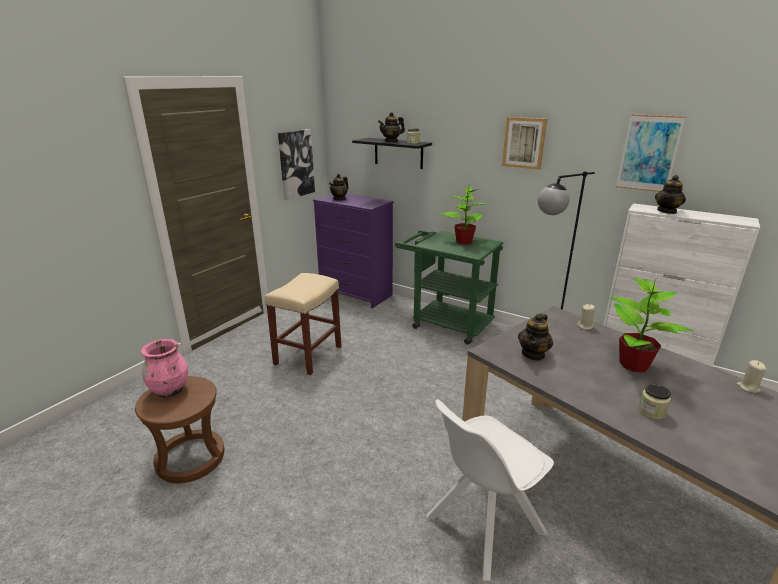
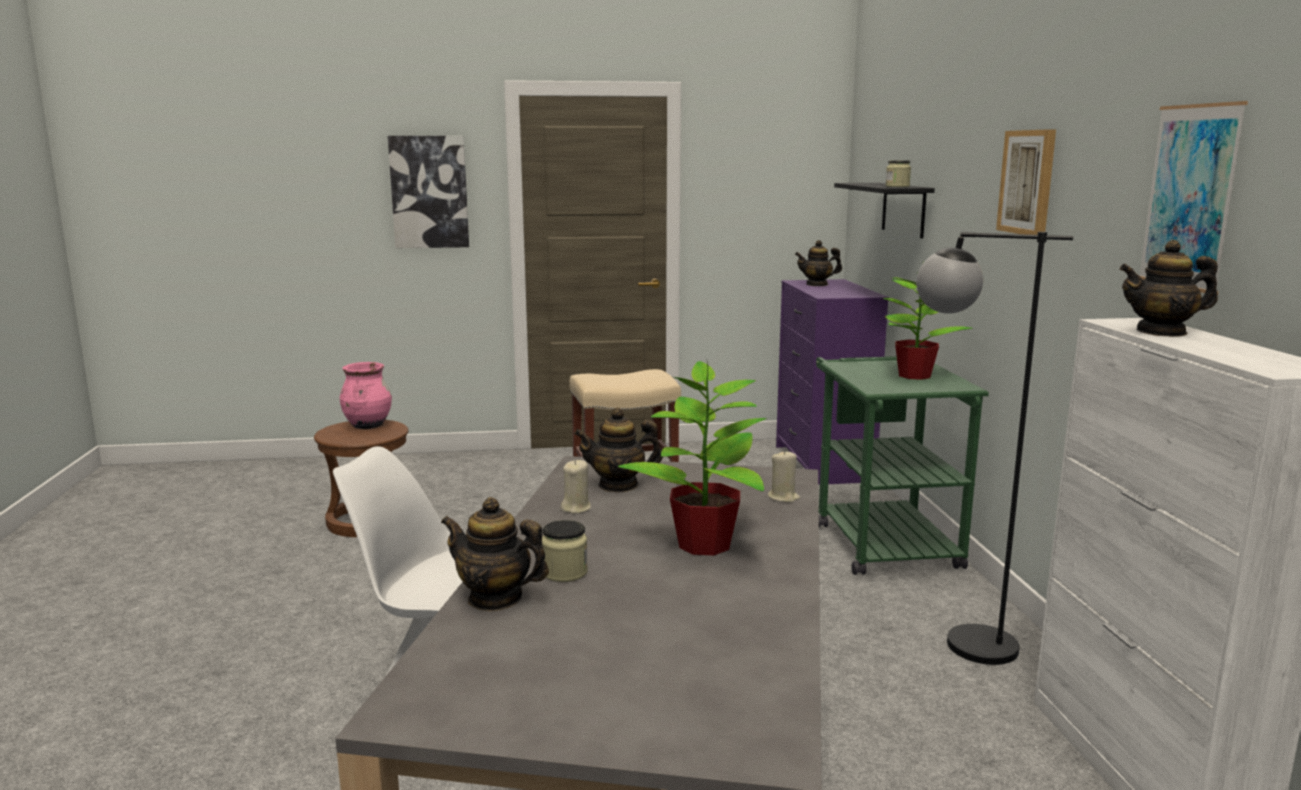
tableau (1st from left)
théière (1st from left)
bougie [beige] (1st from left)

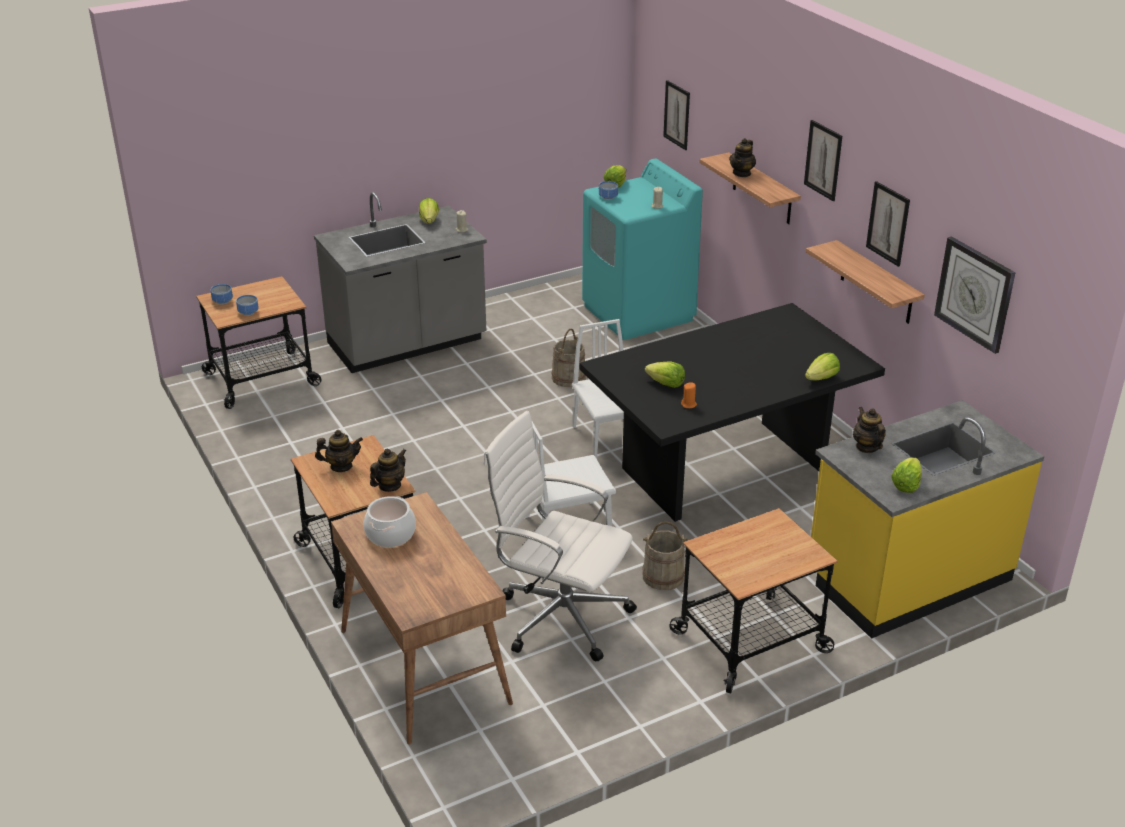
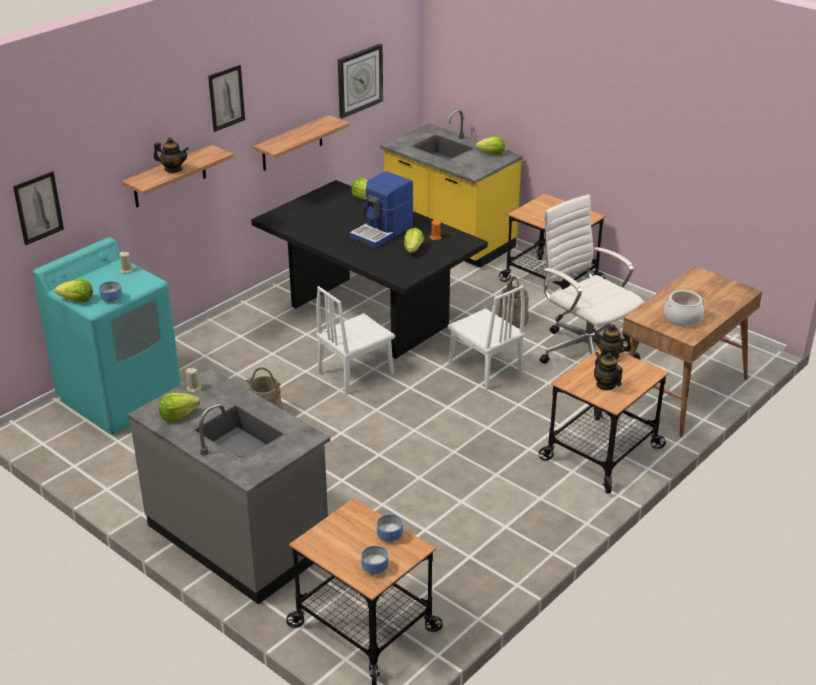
machine à café
chaise de bureau [blanc]
théière (4th from left in the first image)
tableau (3rd from left in the first image)

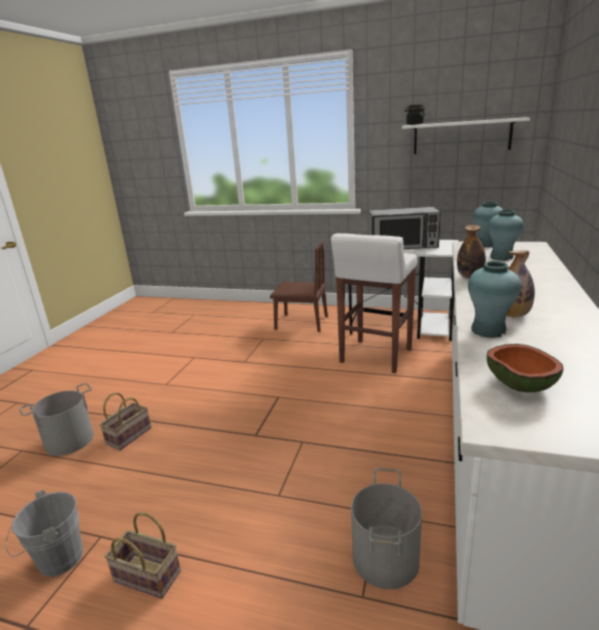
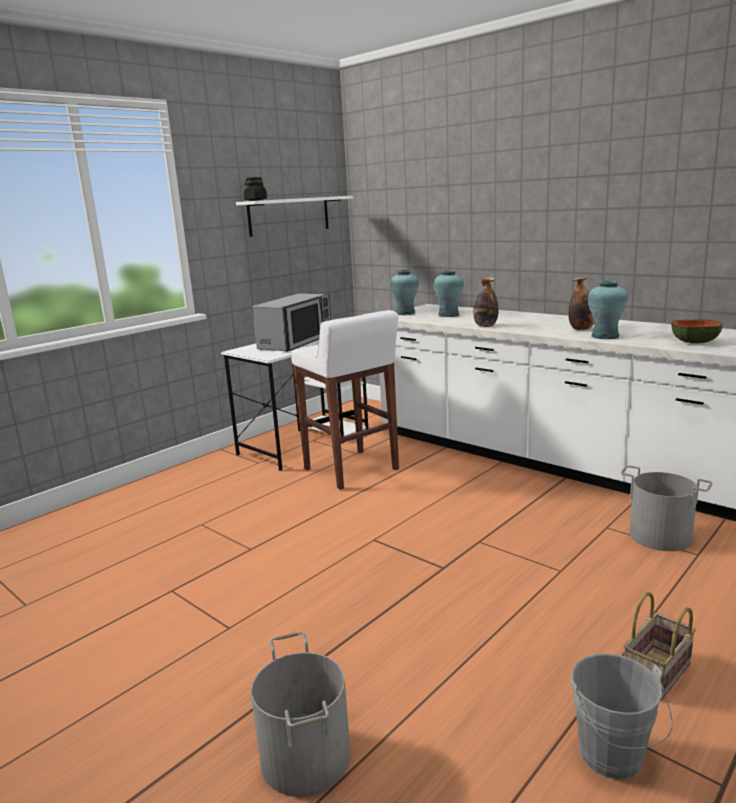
panier (1st from left in the first image)
chaise [marron]

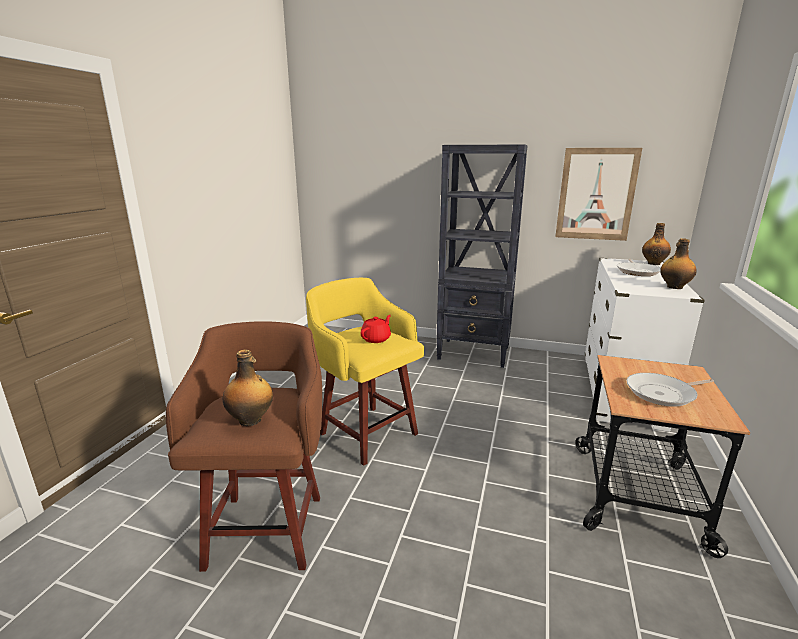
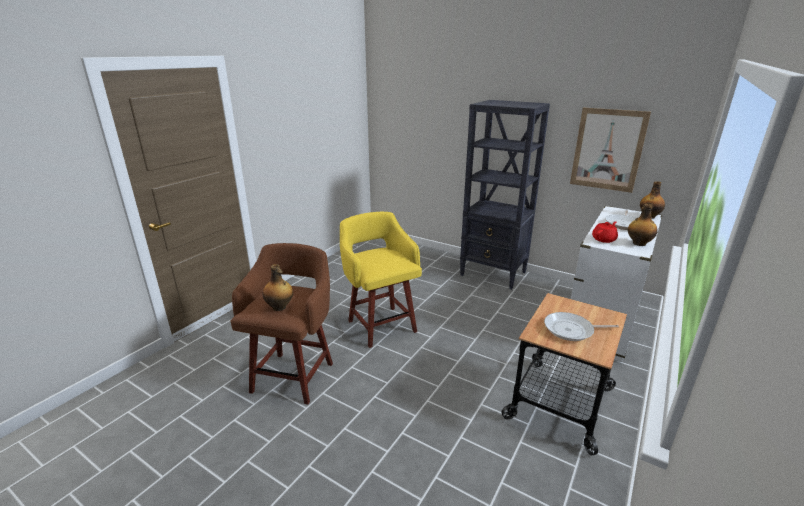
théière [rouge]

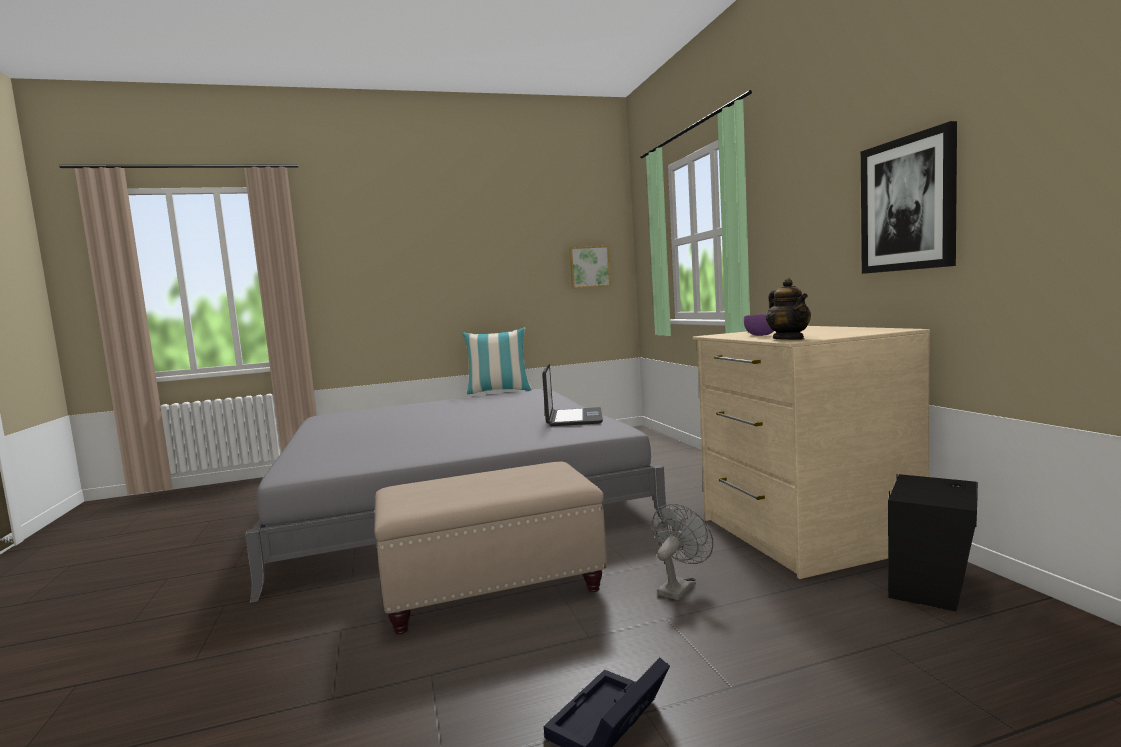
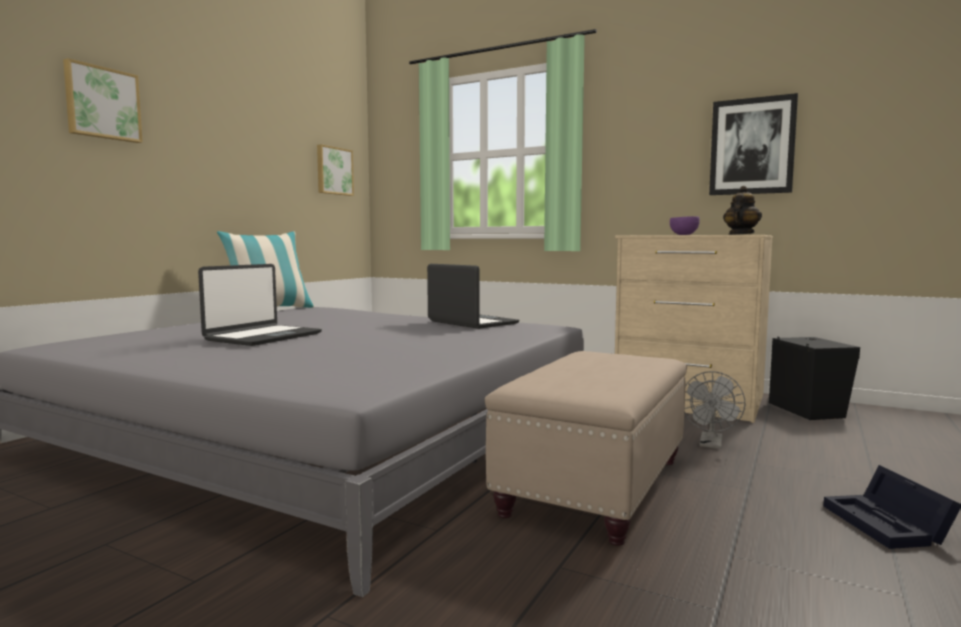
tableau (1st from left)
ordinateur portable (1st from left)
ventilateur [gris]
théière

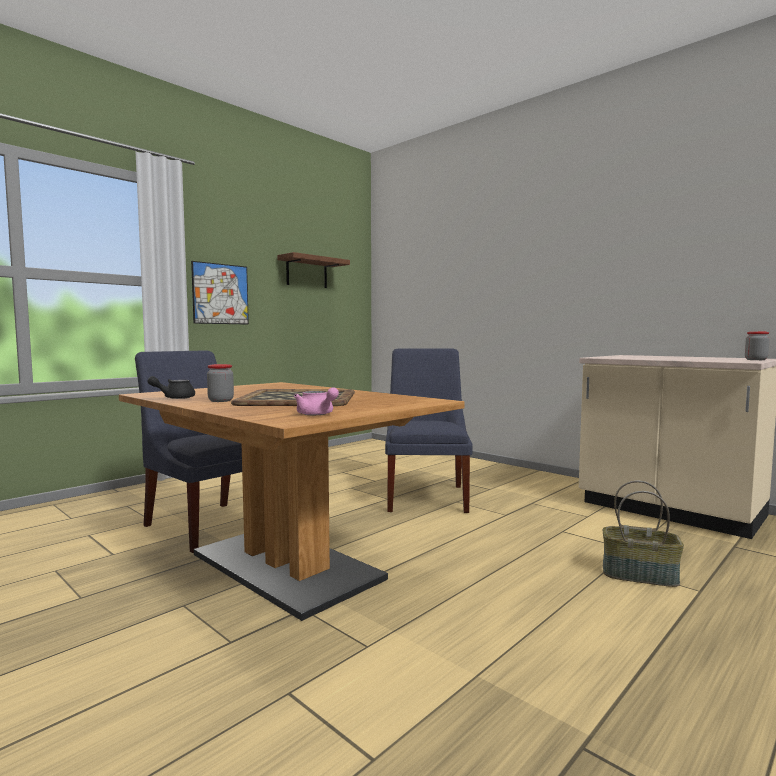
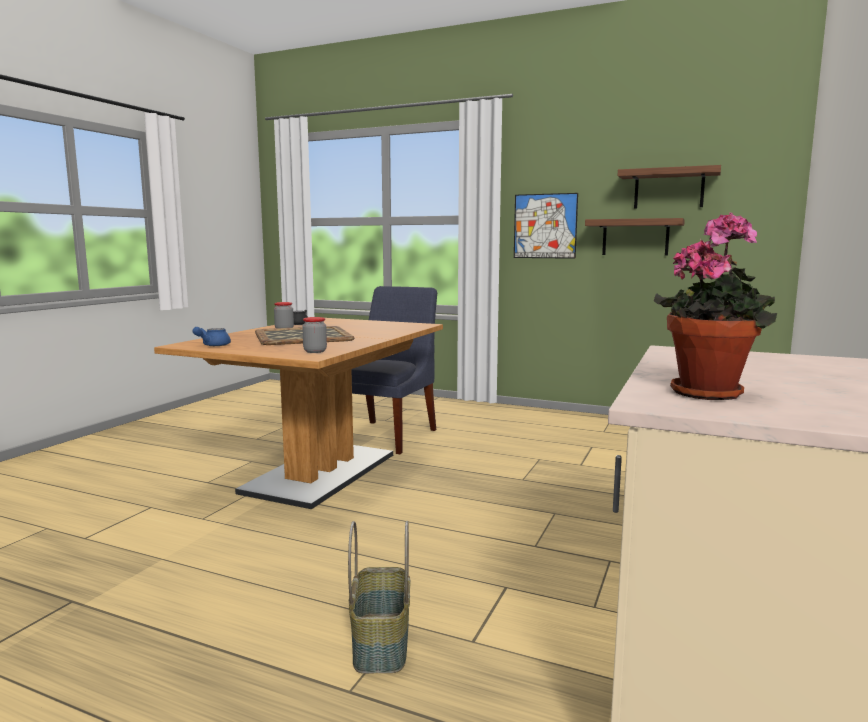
théière [bleu]
bocal (2nd from left)
étagère (1st from left)
plante en pot
chaise [bleu] (2nd from left in the first image)

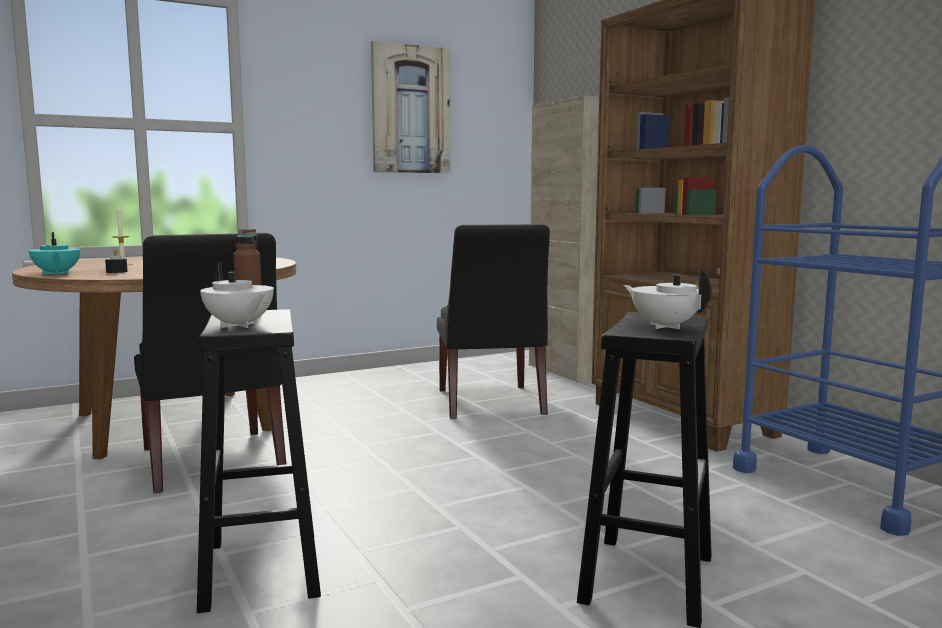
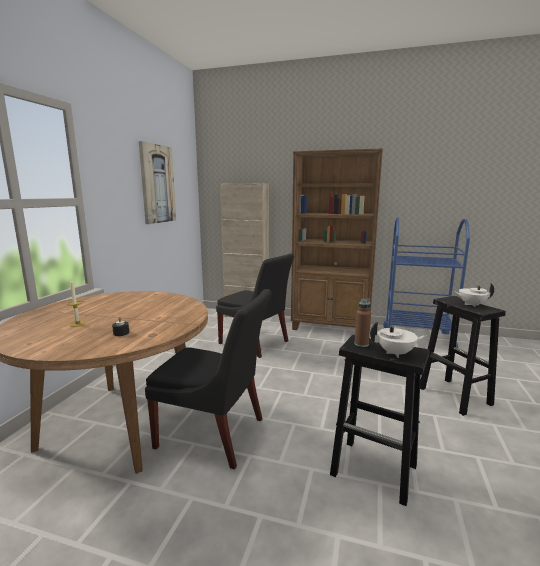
théière [turquoise]

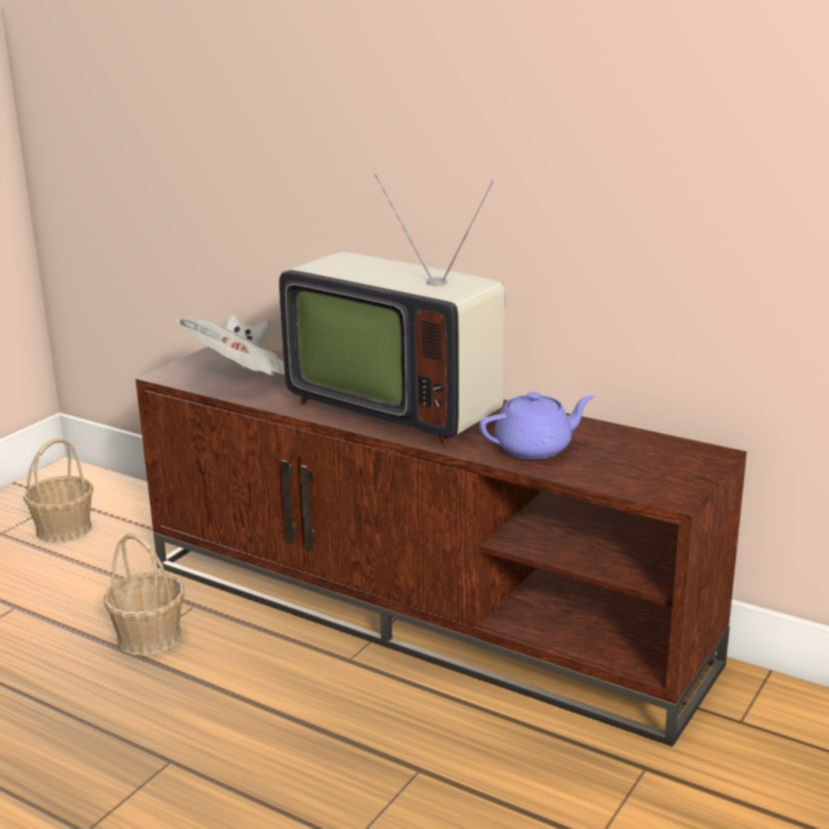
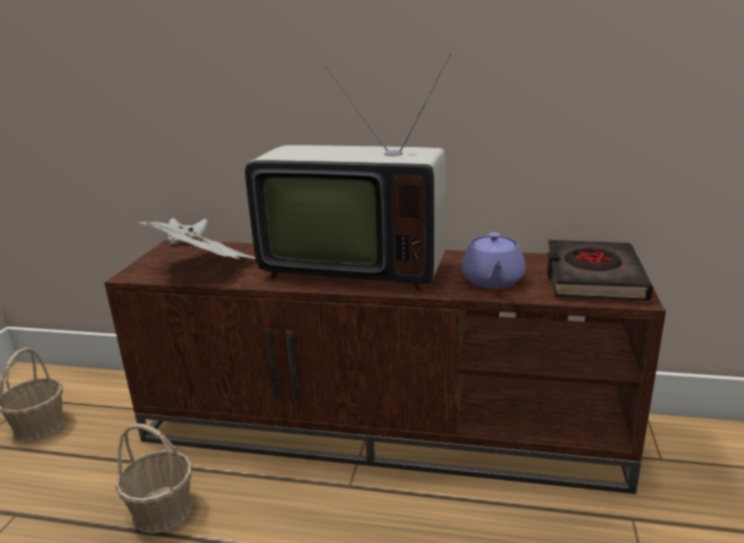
théière [violet]
livre [noir]

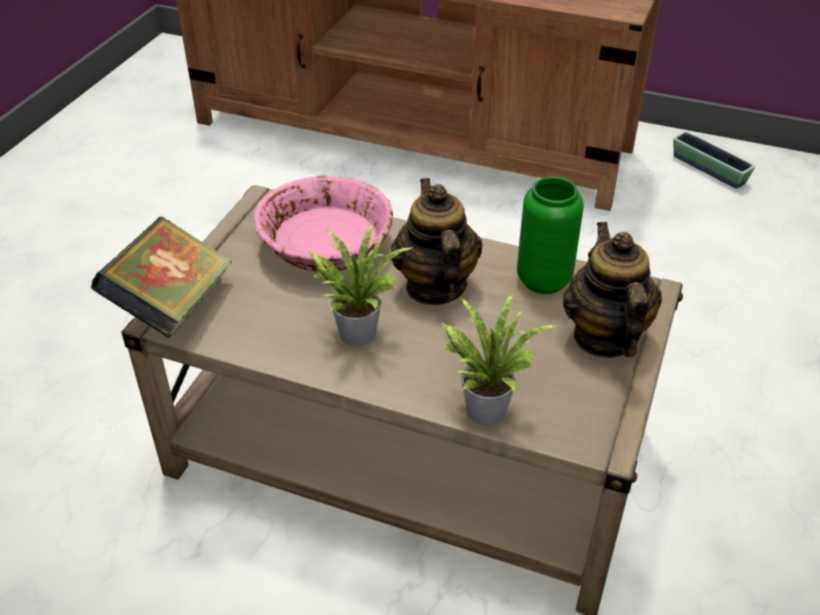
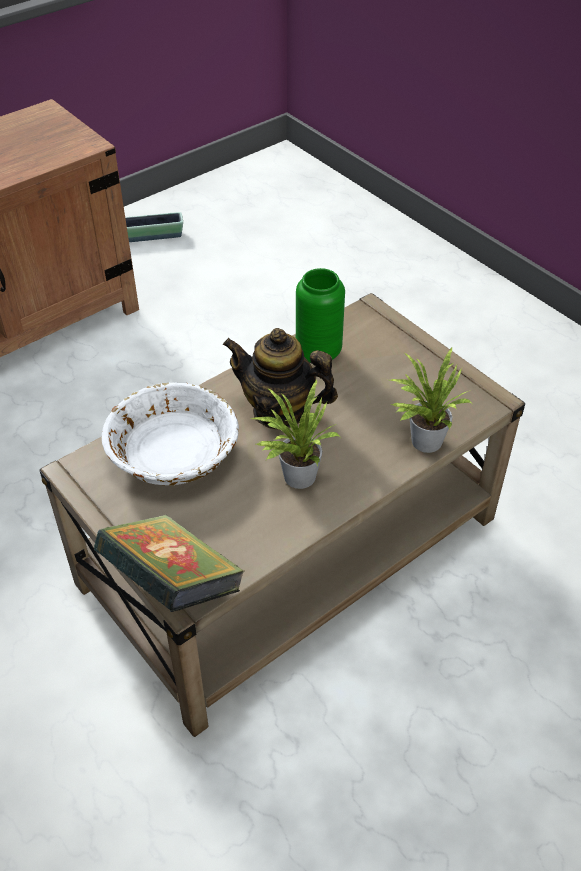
bol [blanc]
théière (2nd from left in the first image)

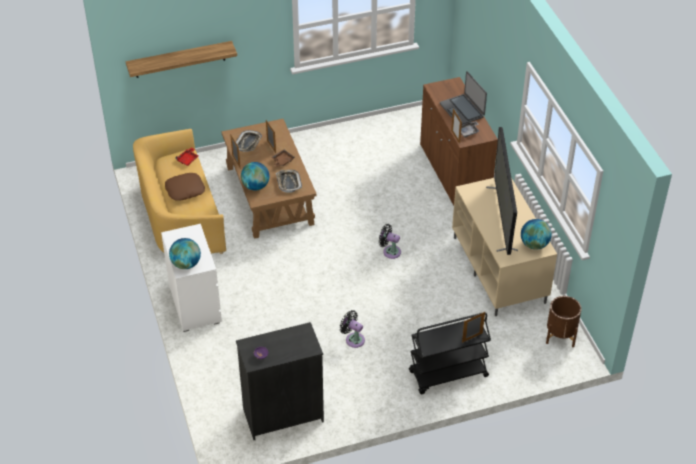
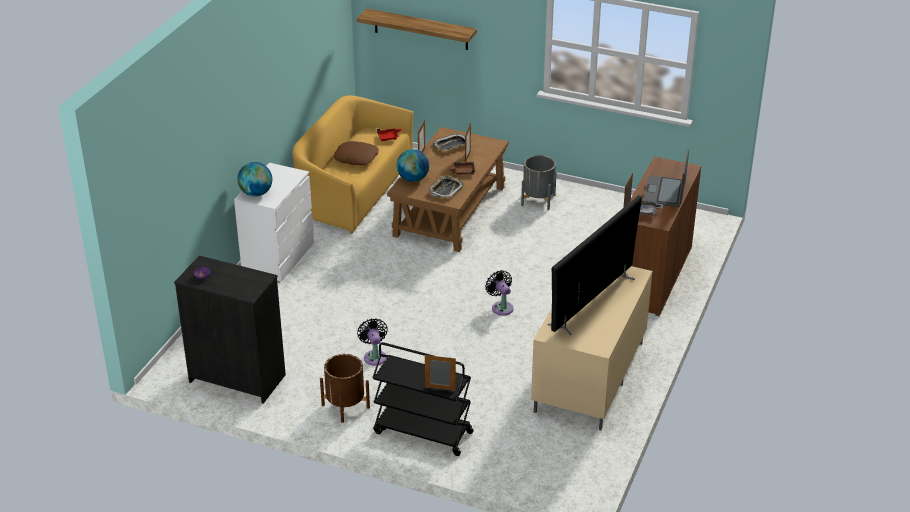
cache-pot [marron]
cache-pot [gris]
globe (3rd from left in the first image)

